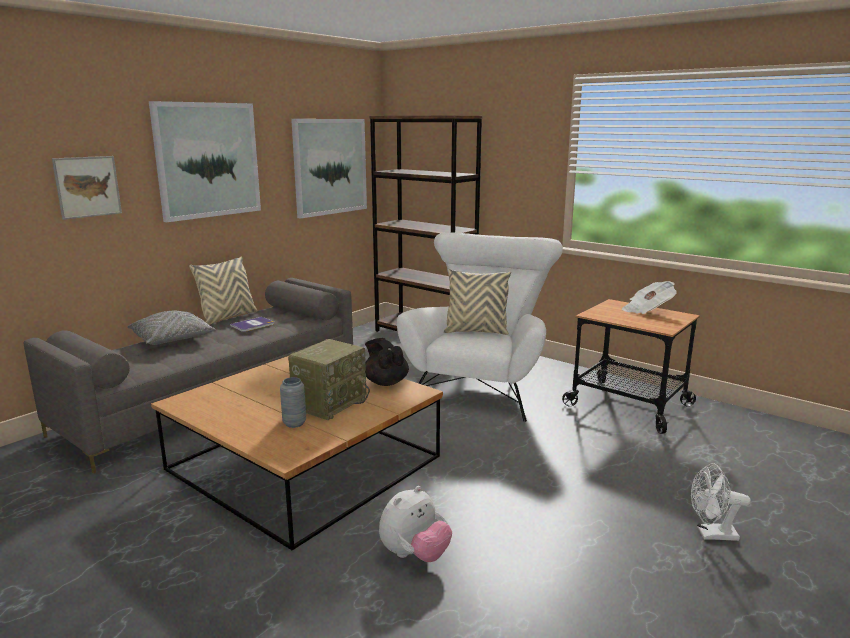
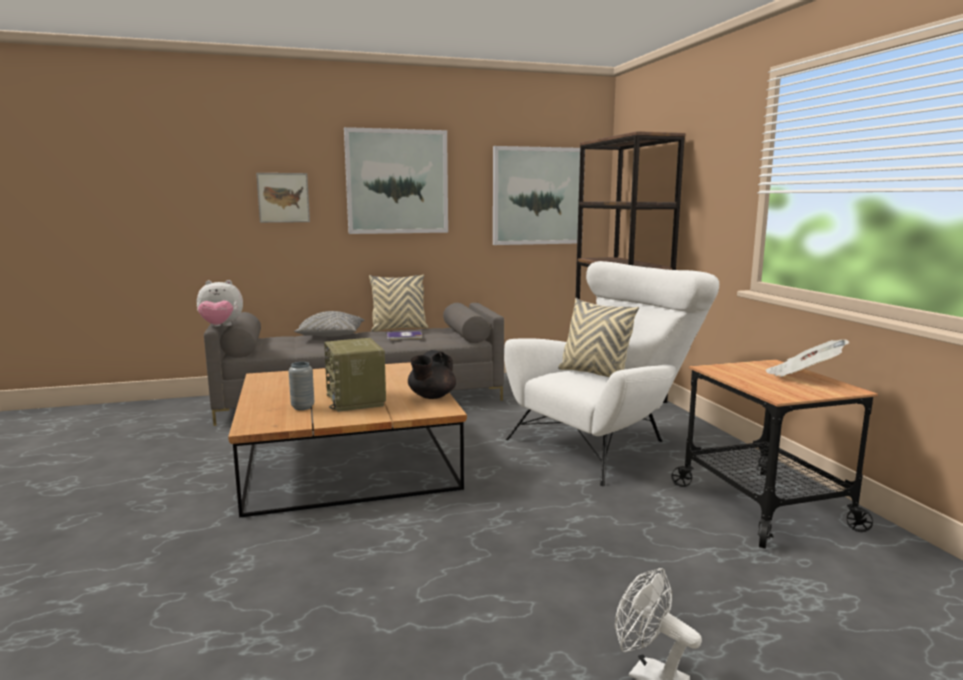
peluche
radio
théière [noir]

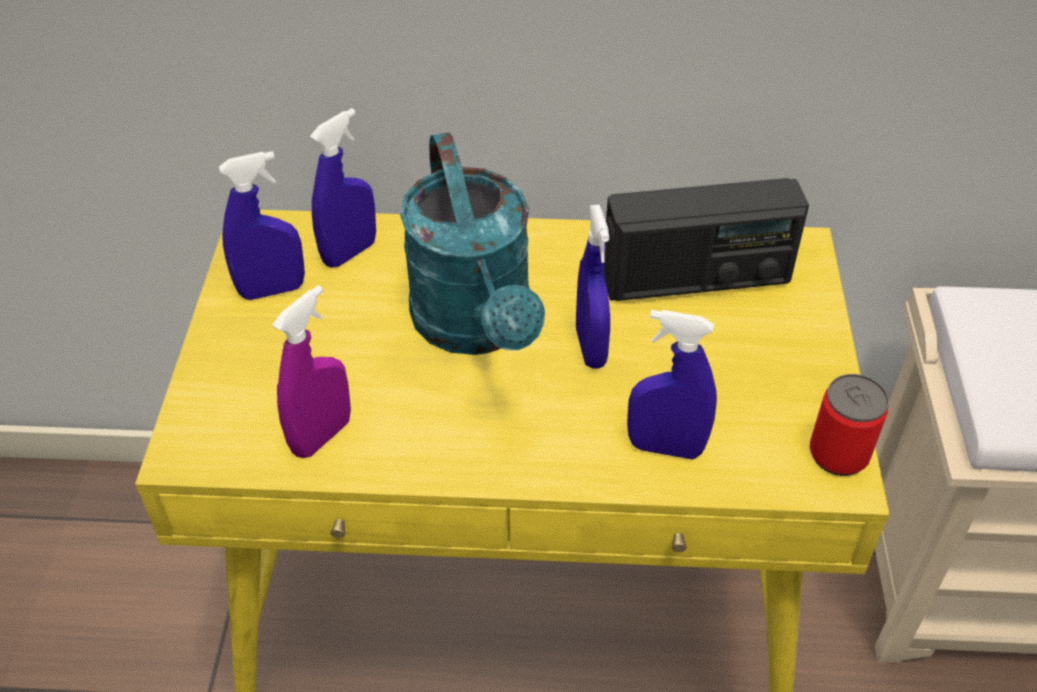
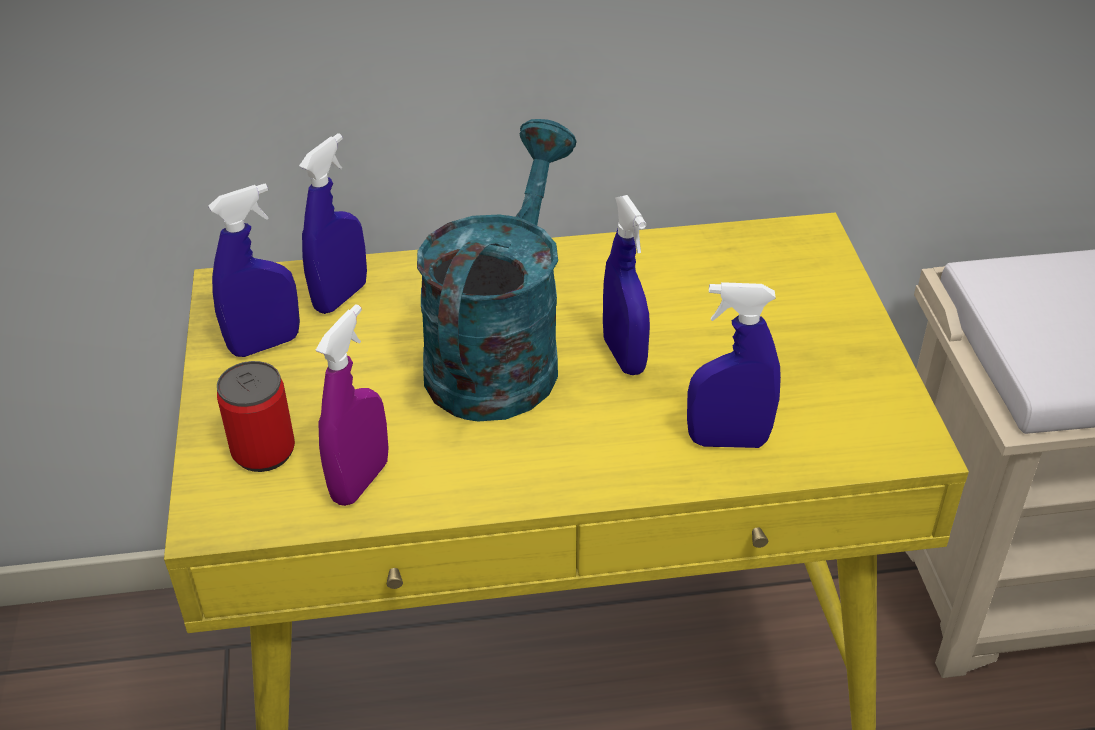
boîte métallique
arrosoir [turquoise]
radio

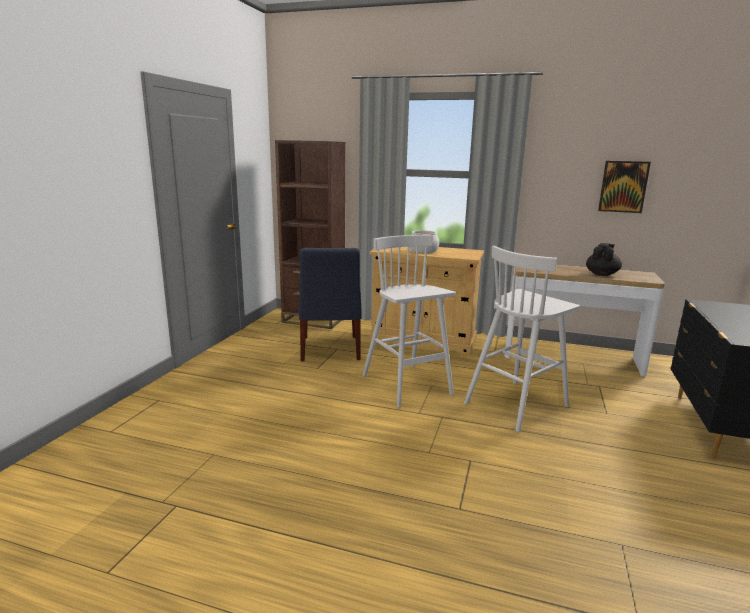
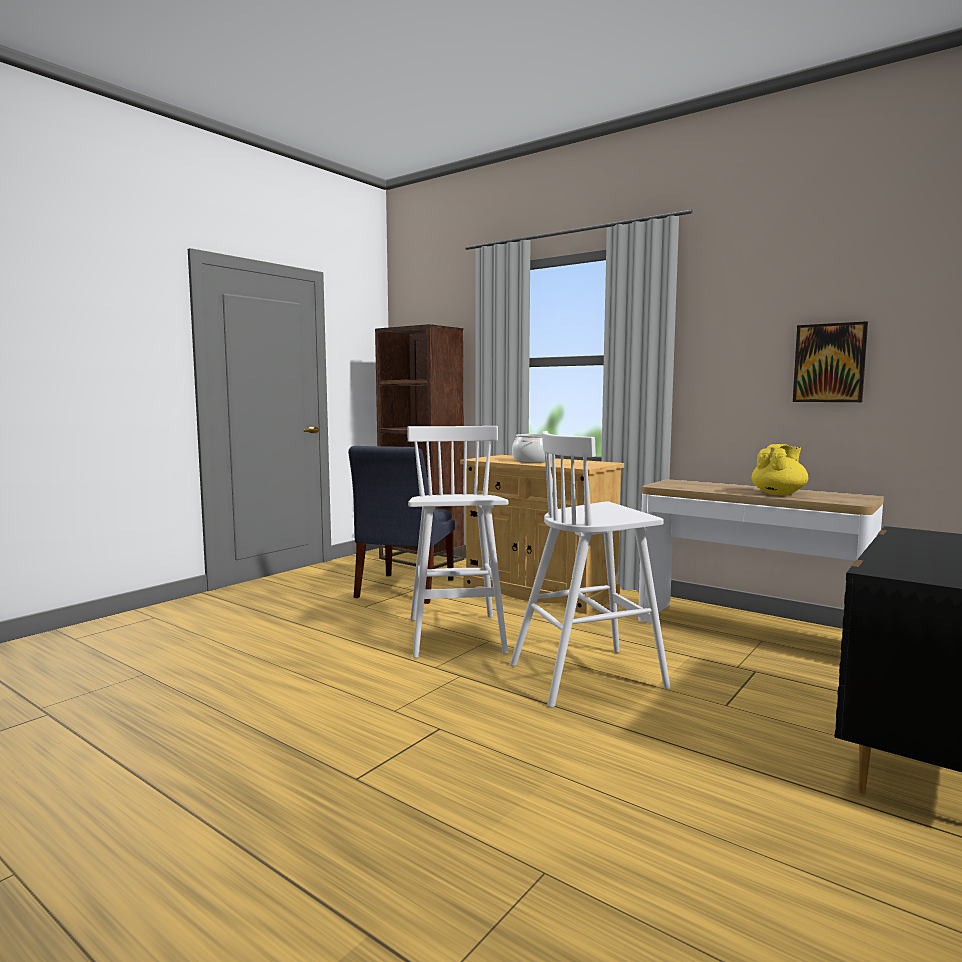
théière [jaune]

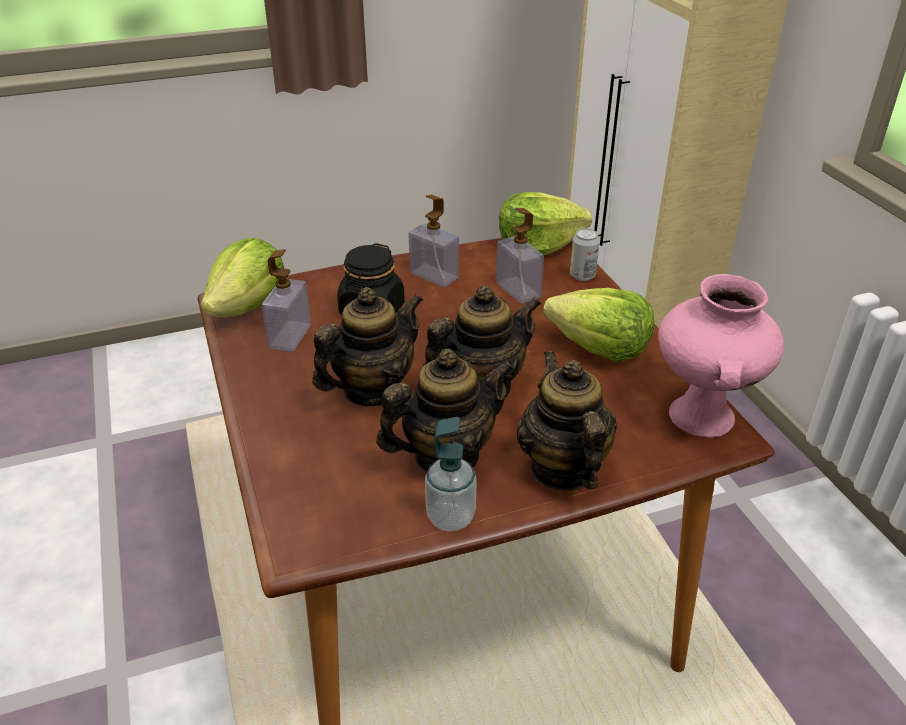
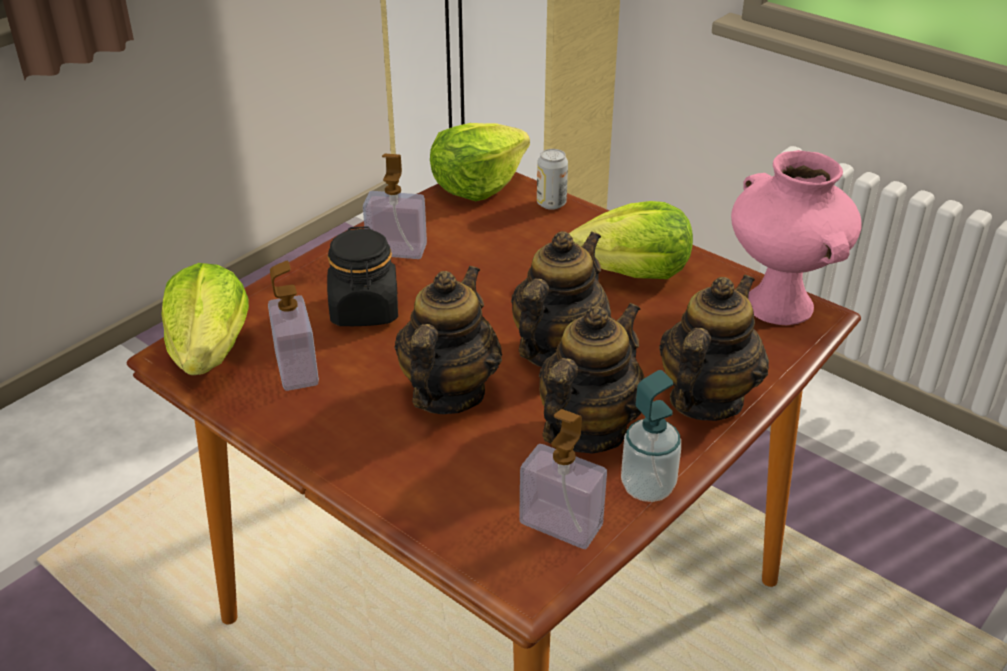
distributeur de savon (3rd from left)
théière (4th from left)

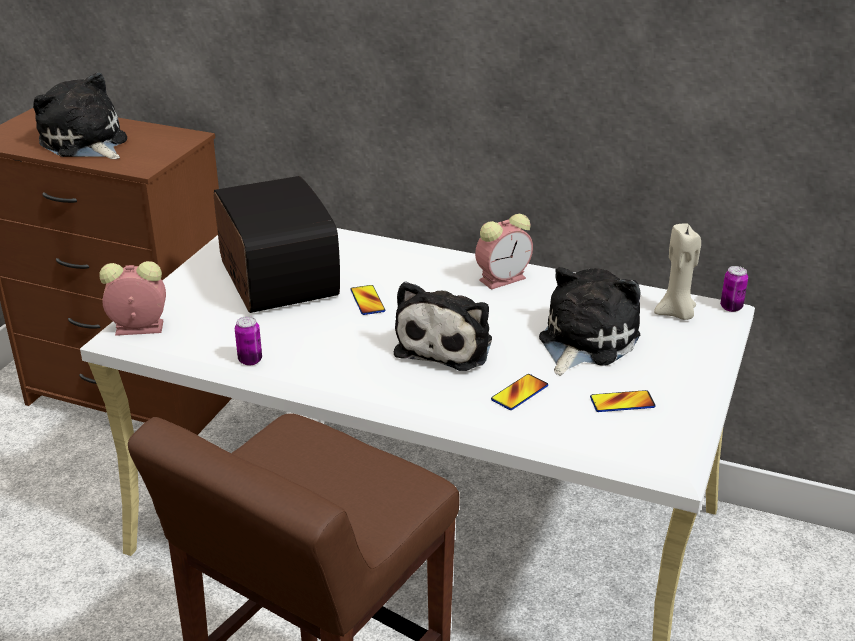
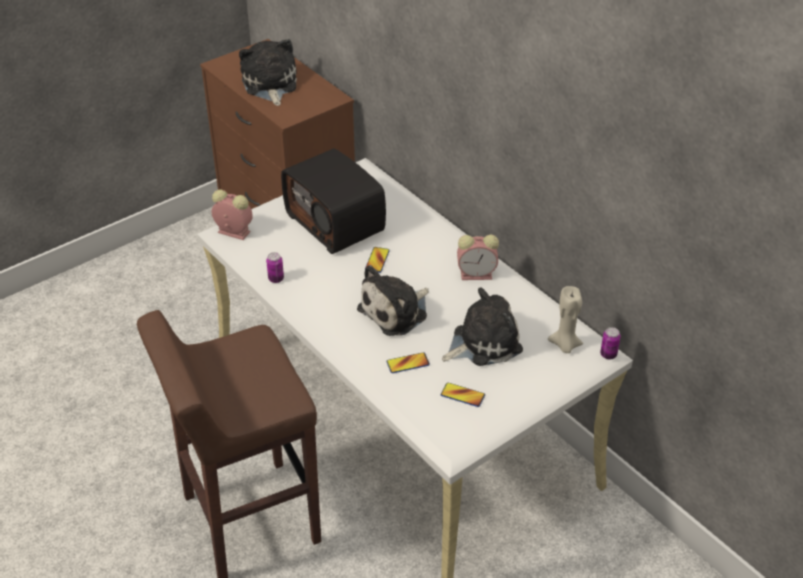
radio

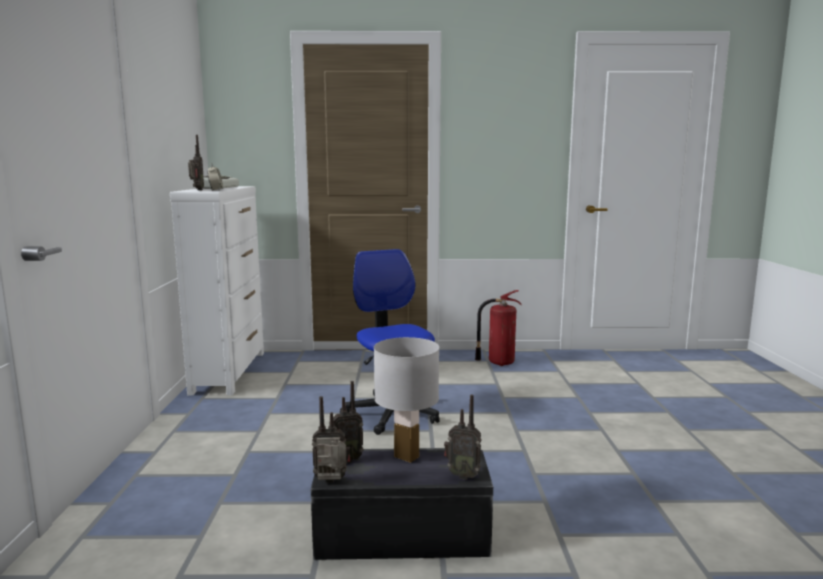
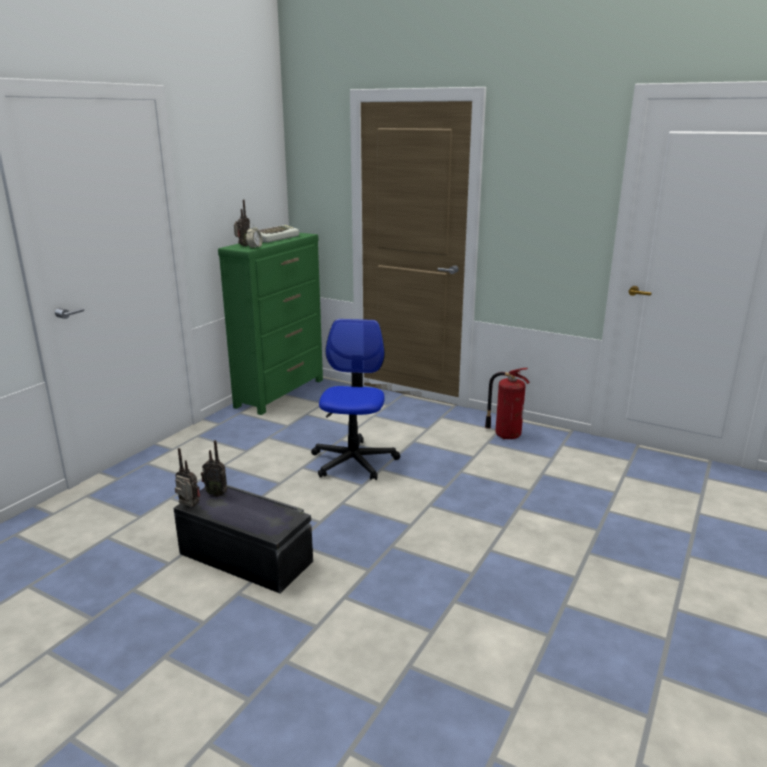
commode [vert]
lampe de table [blanc]
radio (4th from left in the first image)

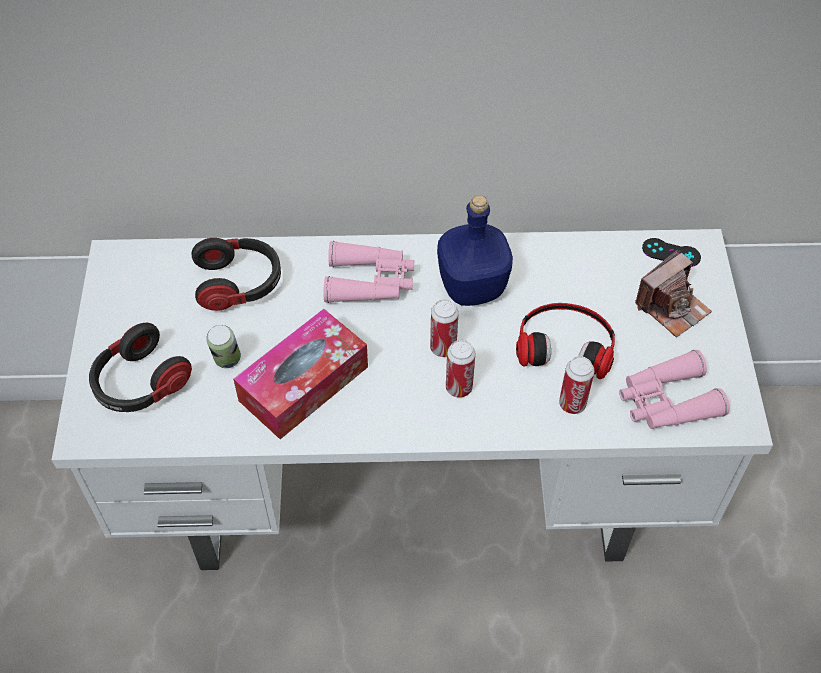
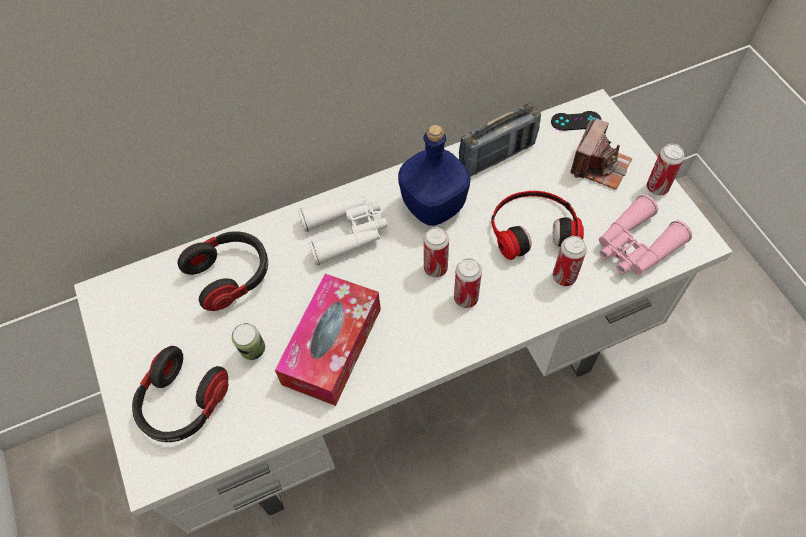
jumelles [blanc]
radio
boîte métallique (5th from left)

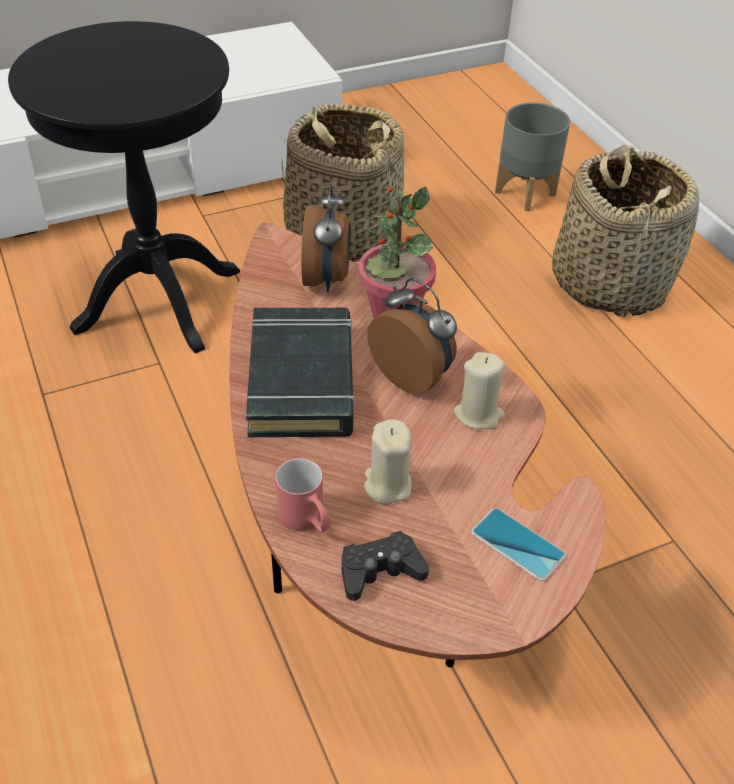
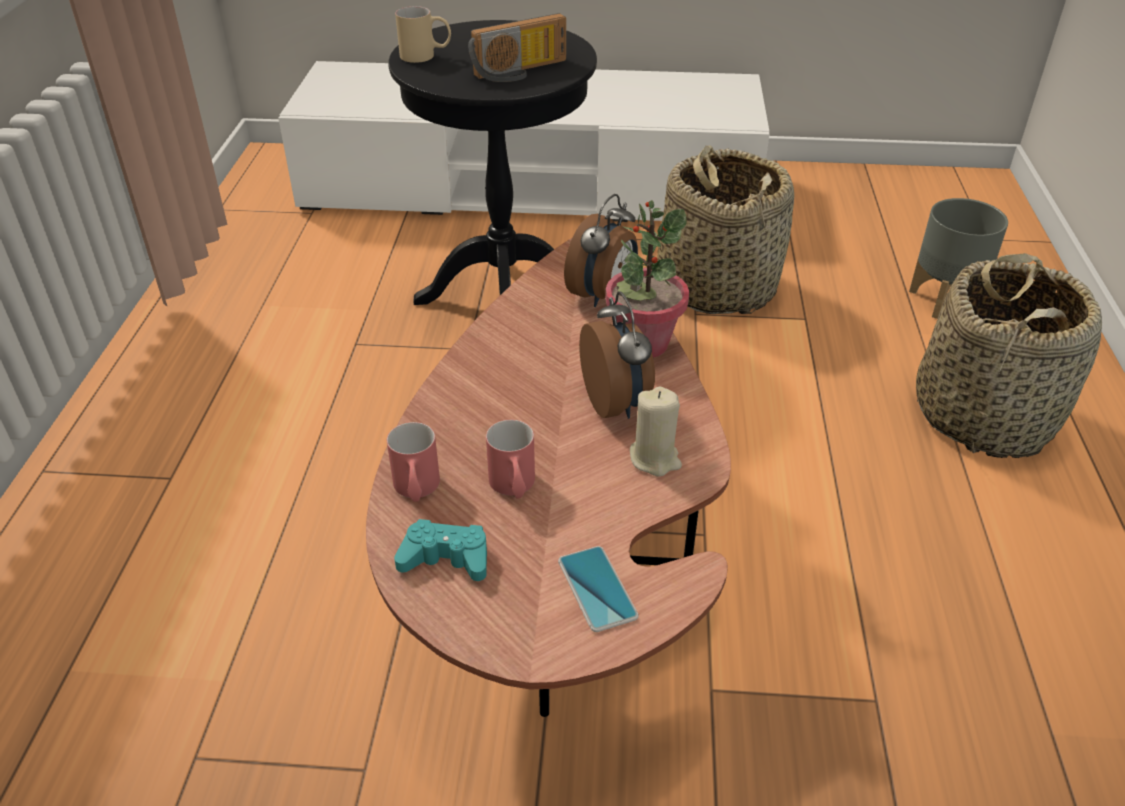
manette [turquoise]
mug [beige]
radio
mug [rouge] (2nd from left)
livre [noir]

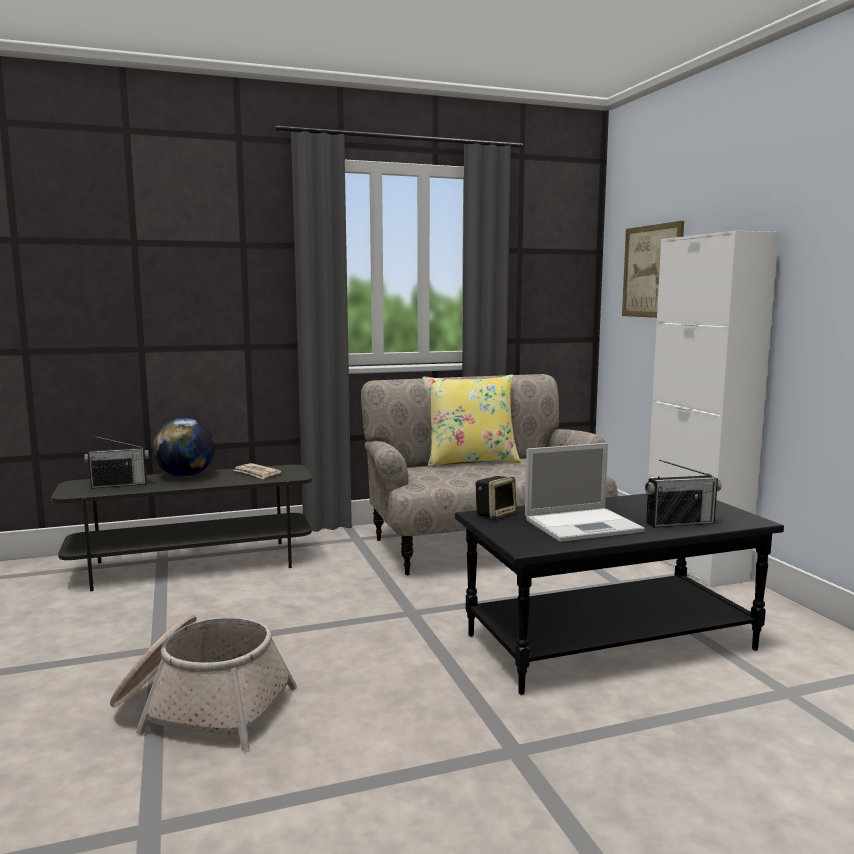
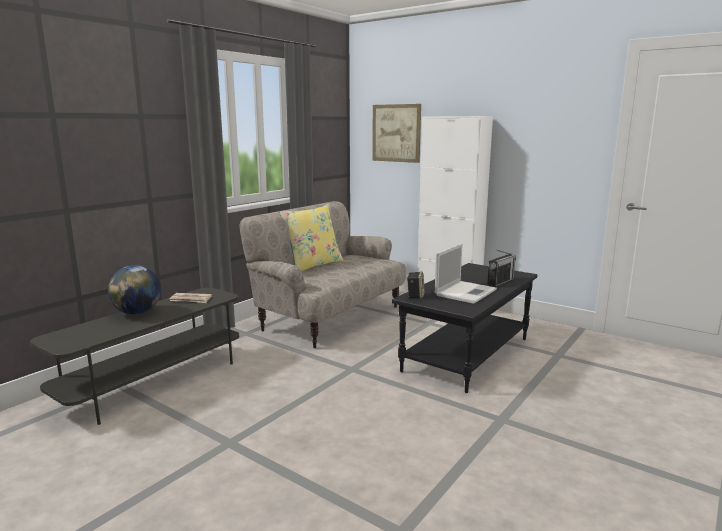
radio (1st from left in the first image)
panier

